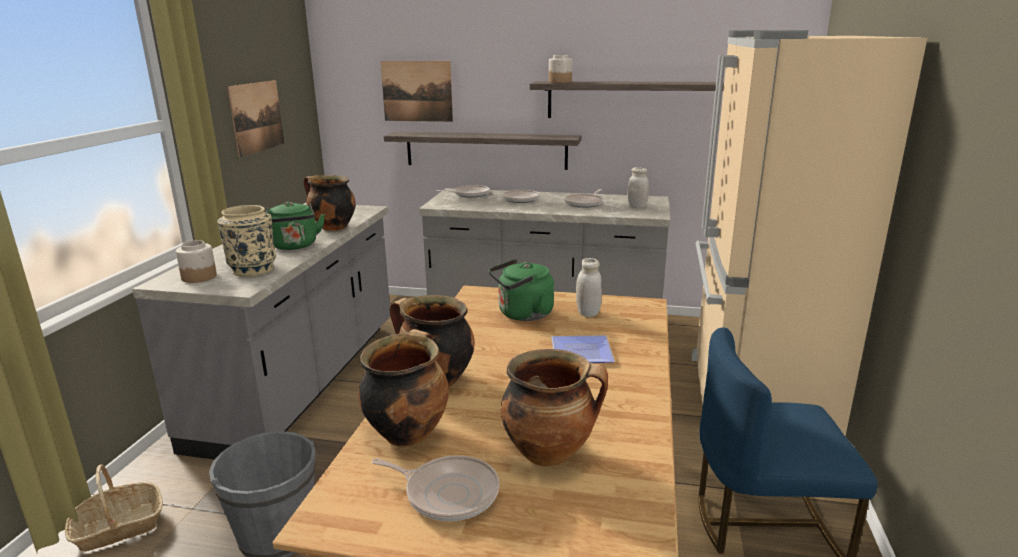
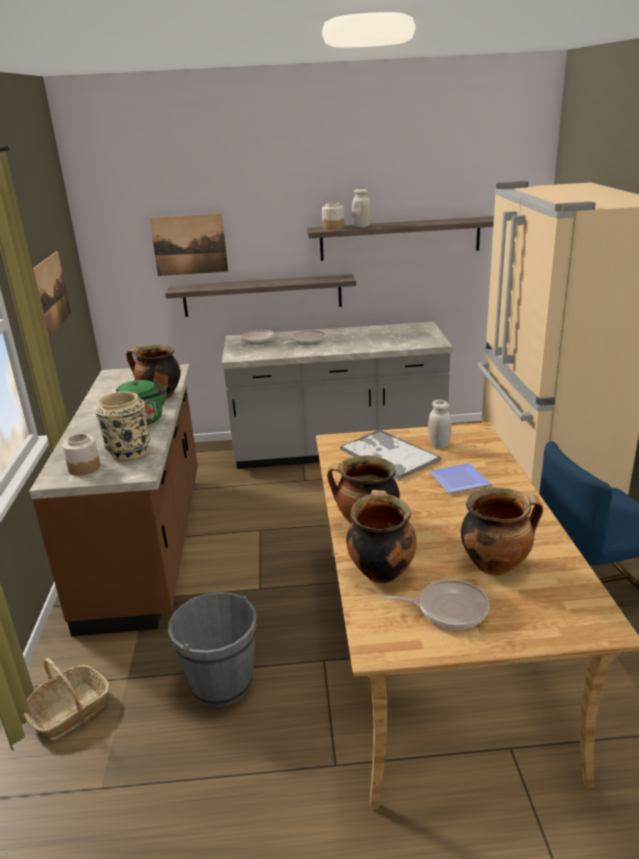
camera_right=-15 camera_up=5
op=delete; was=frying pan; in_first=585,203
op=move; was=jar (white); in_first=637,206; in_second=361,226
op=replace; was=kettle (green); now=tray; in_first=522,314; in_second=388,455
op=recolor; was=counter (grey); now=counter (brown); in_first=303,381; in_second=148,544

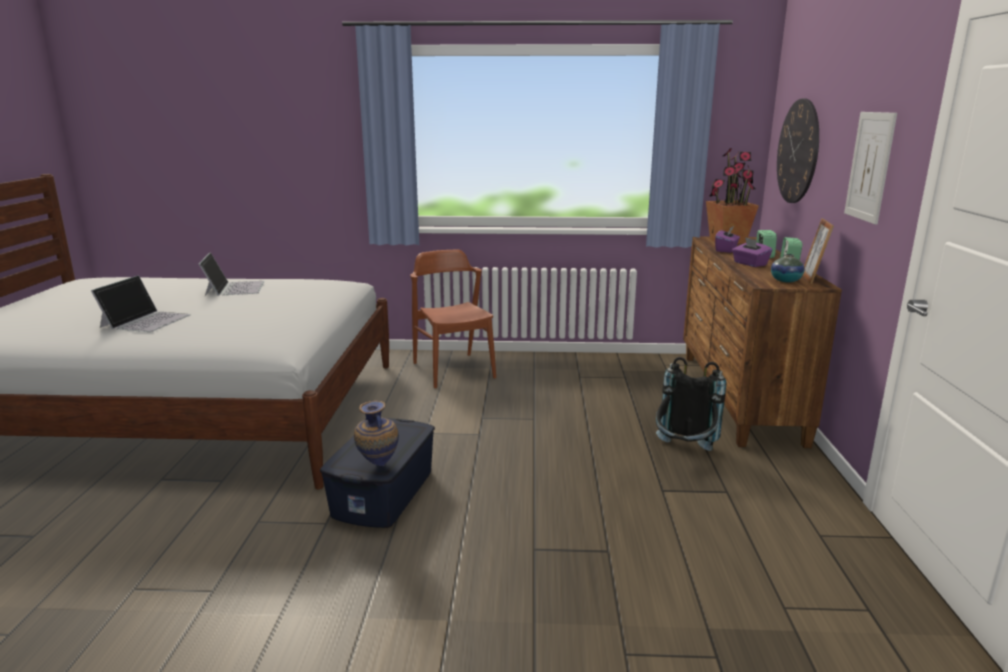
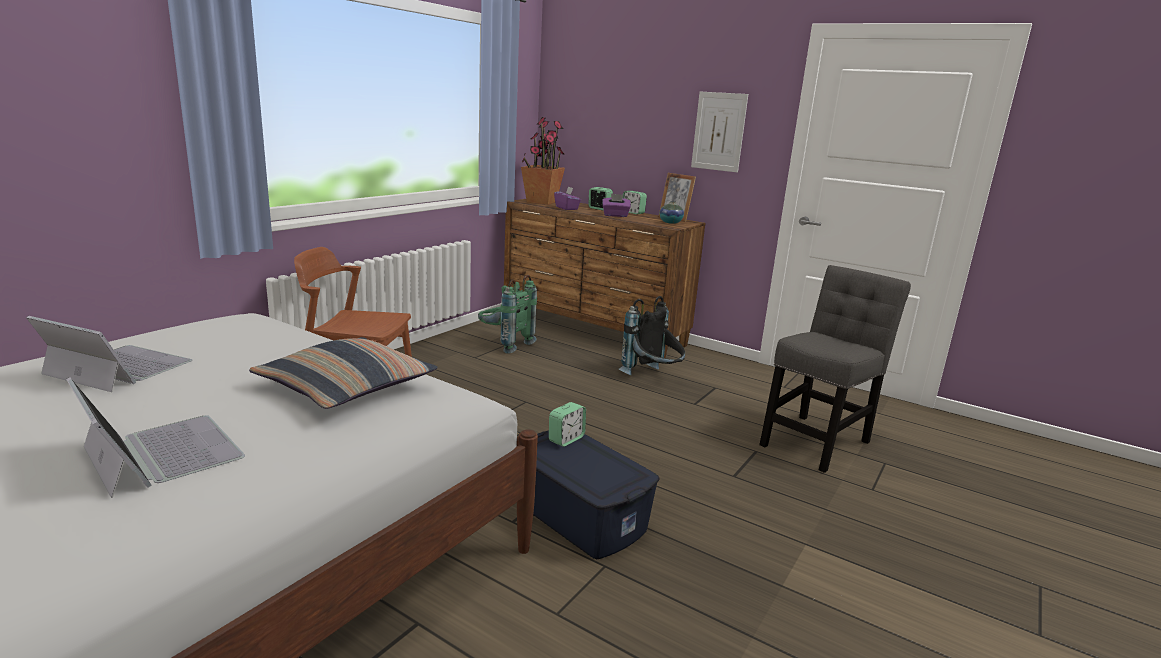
camera_right=-60 camera_up=0
op=delete; was=vase; in_first=377,466
op=delete; was=wall clock; in_first=798,151
op=insert; now=pillow; in_second=347,387
op=insert; now=backpack (green); in_second=504,344
op=insert; now=alarm clock; in_second=566,439
op=insert; now=chair (grey); in_second=817,441

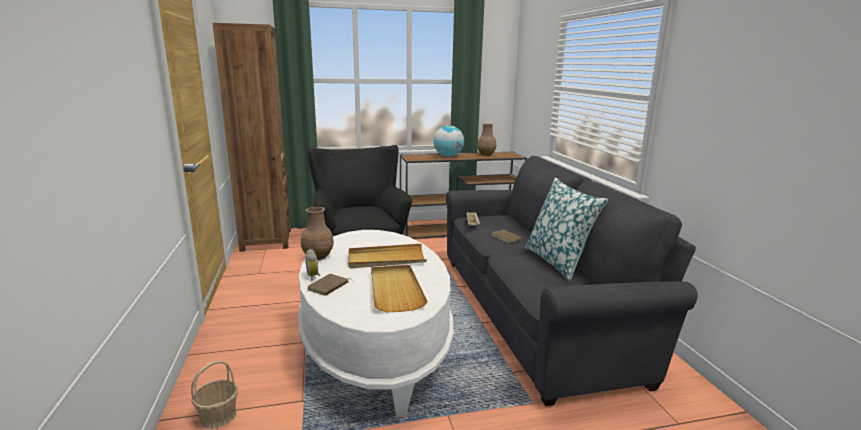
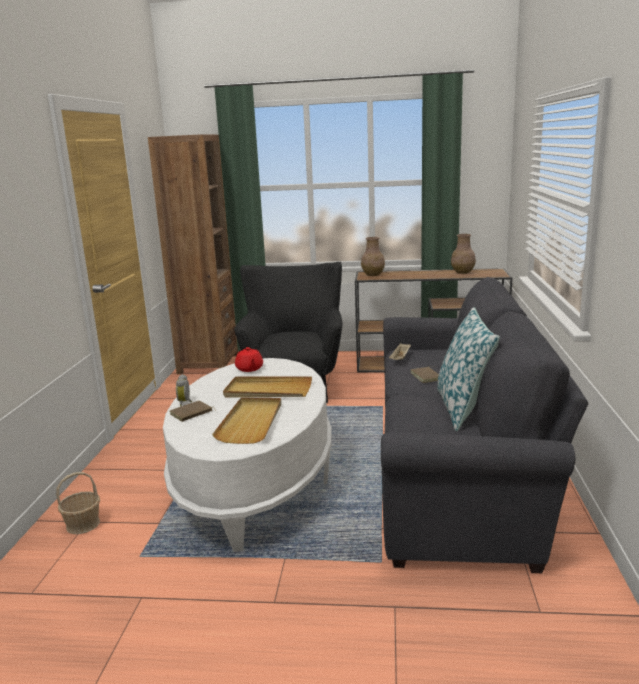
camera_right=20 camera_up=0
op=delete; was=globe; in_first=448,156
op=insert; now=teapot (red); in_second=249,369
op=move; was=vase (brown); in_first=318,256; in_second=373,275

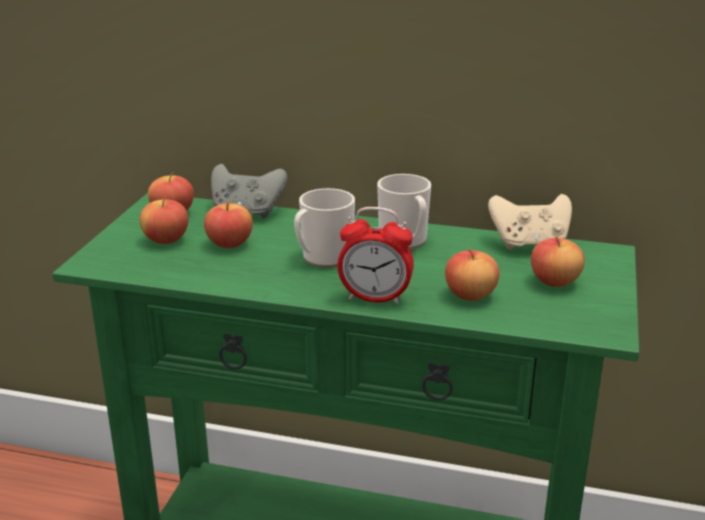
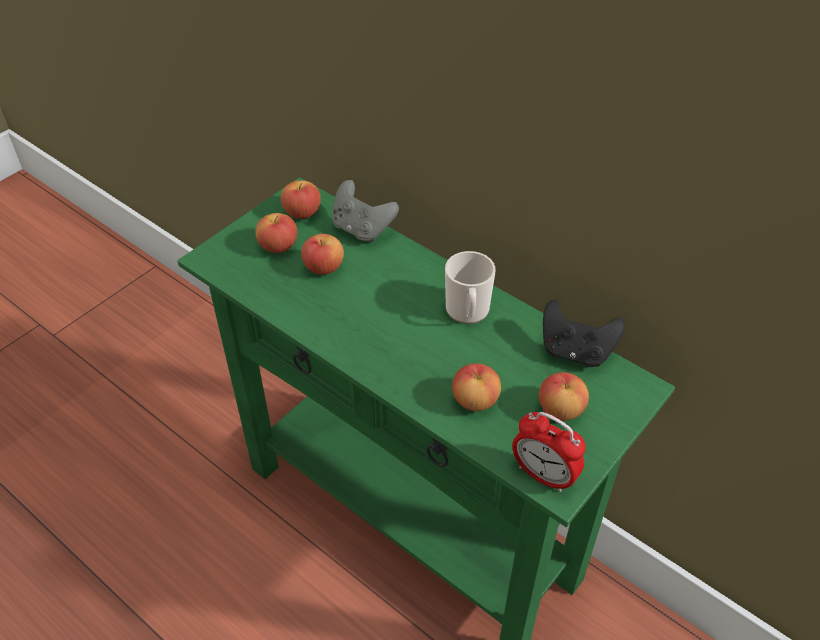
camera_right=25 camera_up=20
op=delete; was=mug; in_first=323,258
op=move; was=alarm clock; in_first=375,298; in_second=543,475
op=recolor; was=game controller (beige); now=game controller (black); in_first=529,244; in_second=575,351

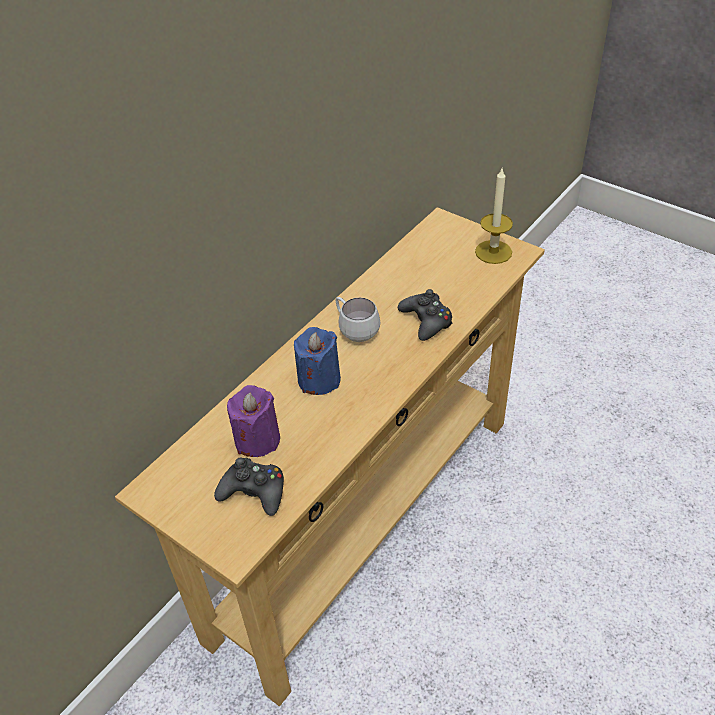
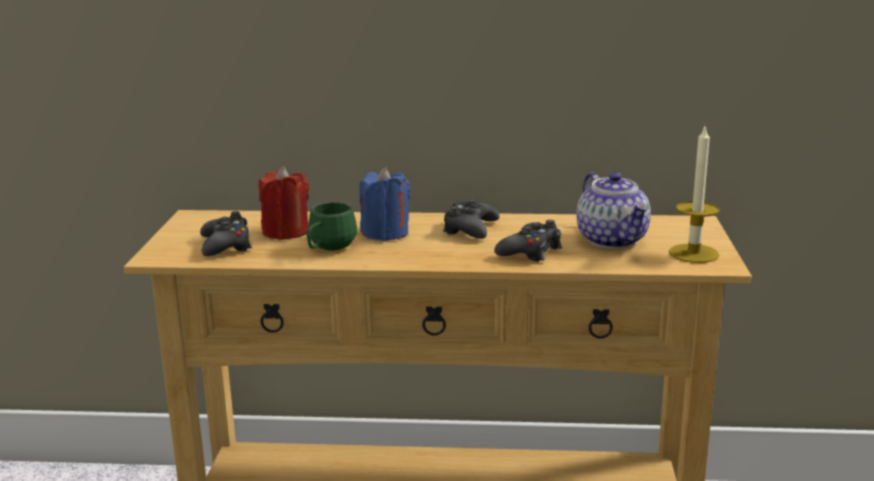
camera_right=55 camera_up=-25
op=insert; now=mug (green); in_second=328,250
op=insert; now=teapot; in_second=613,240
op=replace; was=mug (white); now=game controller (black); in_first=355,330; in_second=470,229
op=recolor; was=candle (purple); now=candle (red); in_first=257,439; in_second=285,232

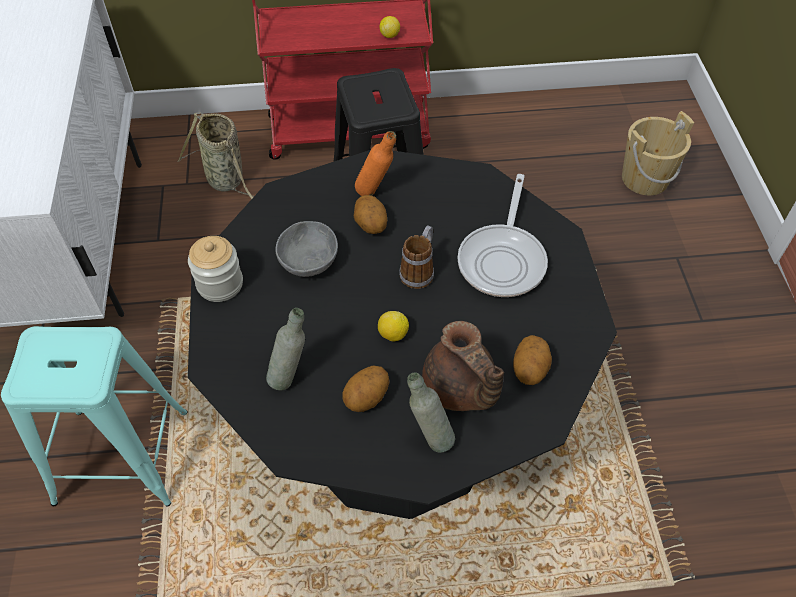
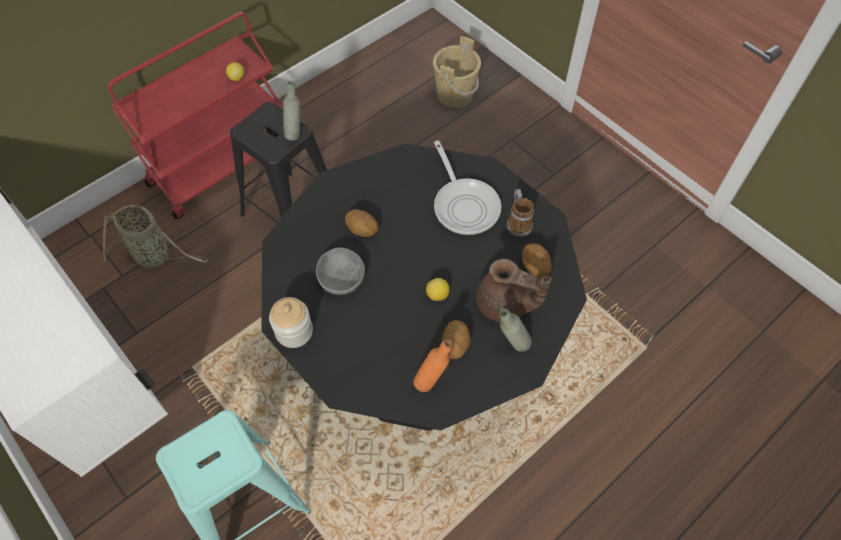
camera_right=-35 camera_up=5
op=move; was=bottle (grey); in_first=290,376; in_second=295,133
op=move; was=bottle (orange); in_first=375,193; in_second=432,381
op=move; was=mug; in_first=419,270; in_second=517,222

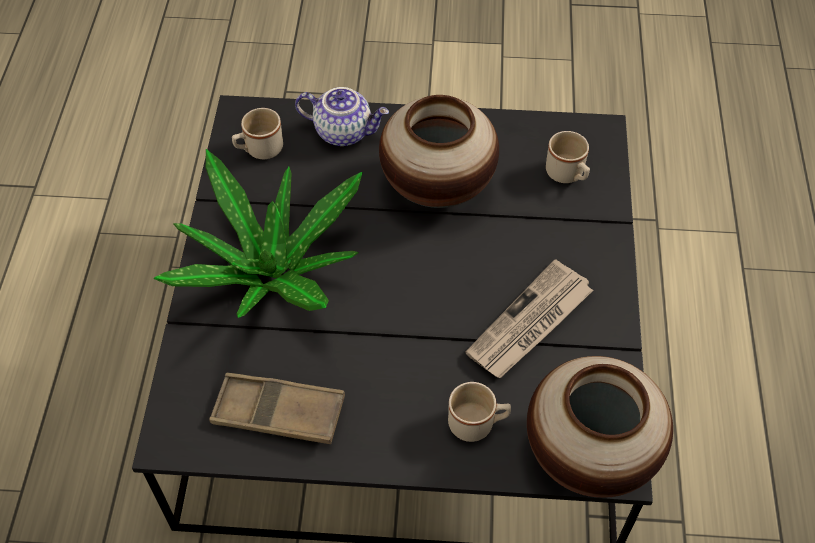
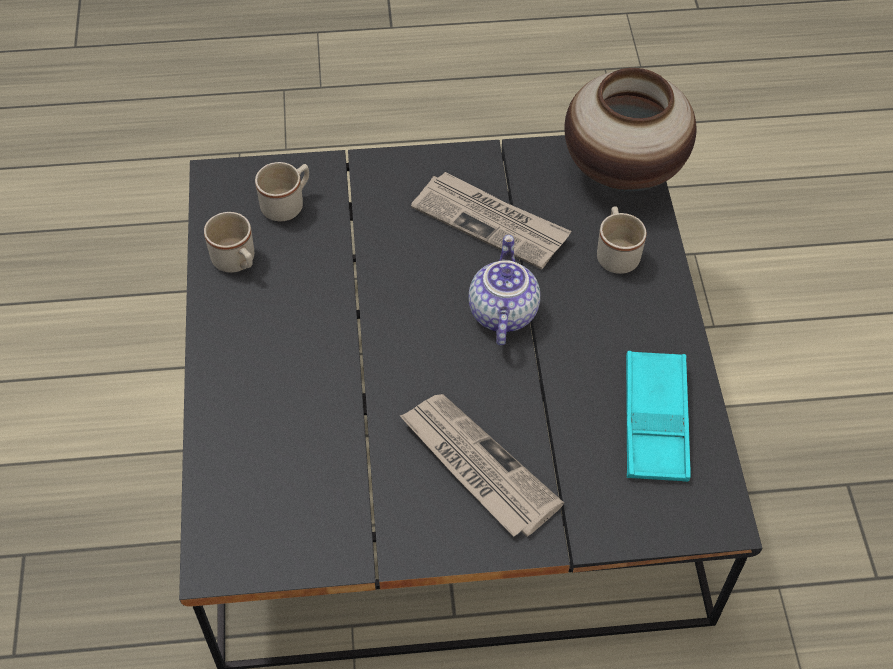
camera_right=-100 camera_up=0
op=delete; was=vase; in_first=437,186
op=move; was=mug (beige); in_first=259,150; in_second=237,262
op=move; was=teapot; in_first=344,131; in_second=501,312
op=replace; was=potted plant; now=newspaper; in_first=271,272; in_second=477,466
op=recolor; was=tray (brown); now=tray (turquoise); in_first=278,413; in_second=655,421

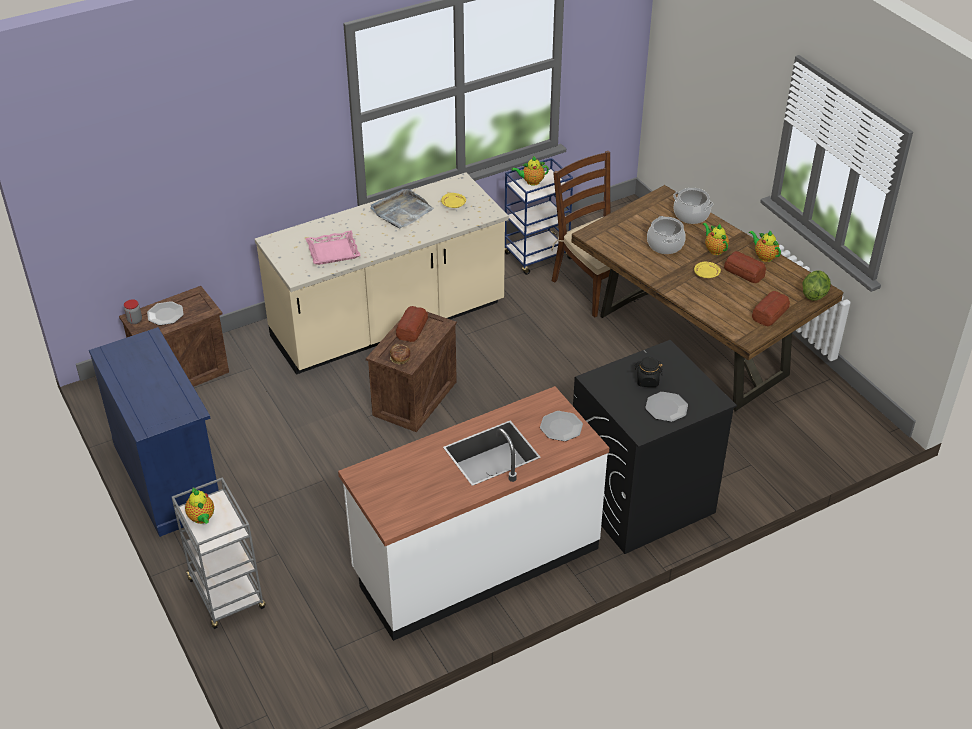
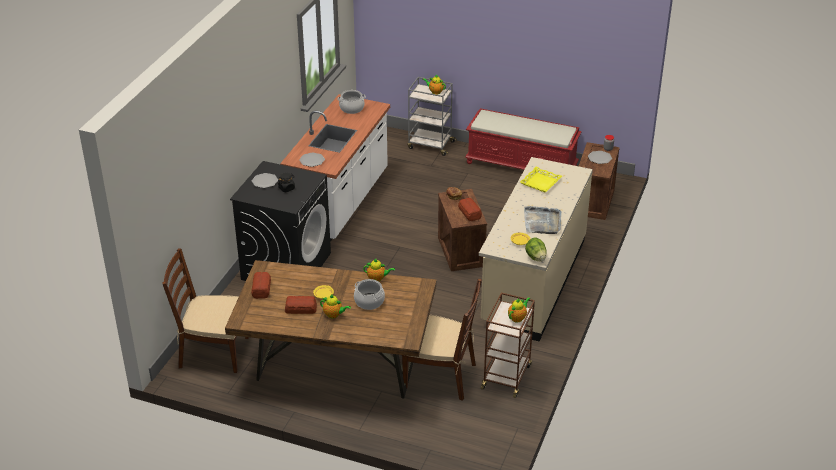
camera_right=140 camera_up=-5
op=insert; now=chair (brown); in_second=213,352
op=move; was=cooking pot; in_first=691,215; in_second=352,108
op=move; was=teapot; in_first=764,256; in_second=377,279
op=move; was=lettuce; in_first=814,294; in_second=536,257
op=replace; was=cabinet (blue); now=bench (red); in_first=168,477; in_second=522,164
op=recolor; was=tray (pink); now=tray (yellow); in_first=333,251; in_second=541,182
op=recolor; was=cart (blue); now=cart (brown); in_first=537,256; in_second=506,376

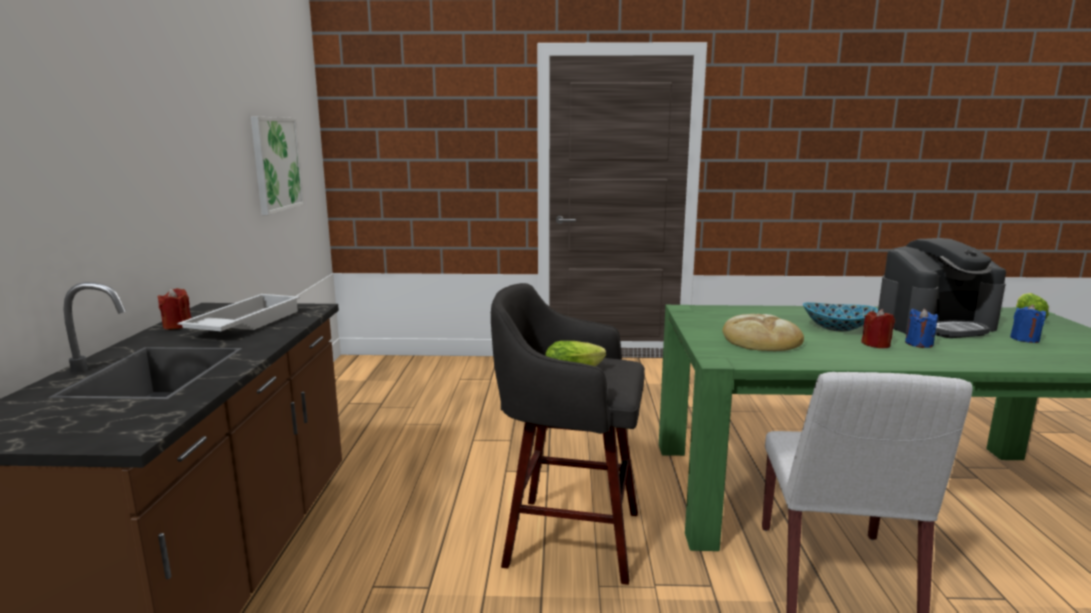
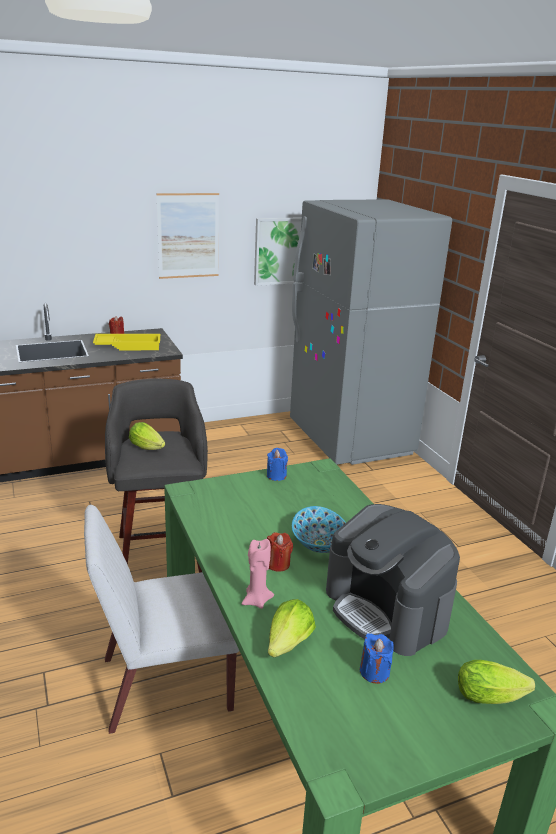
camera_right=65 camera_up=10
op=delete; was=bread; in_first=760,339
op=insert; now=picture; in_second=188,236
op=insert; now=candle (pink); in_second=256,601
op=insert; now=lettuce; in_second=289,643
op=insert; now=fridge (grey); in_second=350,439
op=move; was=candle (blue); in_first=919,344; in_second=276,476
op=recolor; was=tray (white); now=tray (yellow); in_first=244,323; in_second=128,346

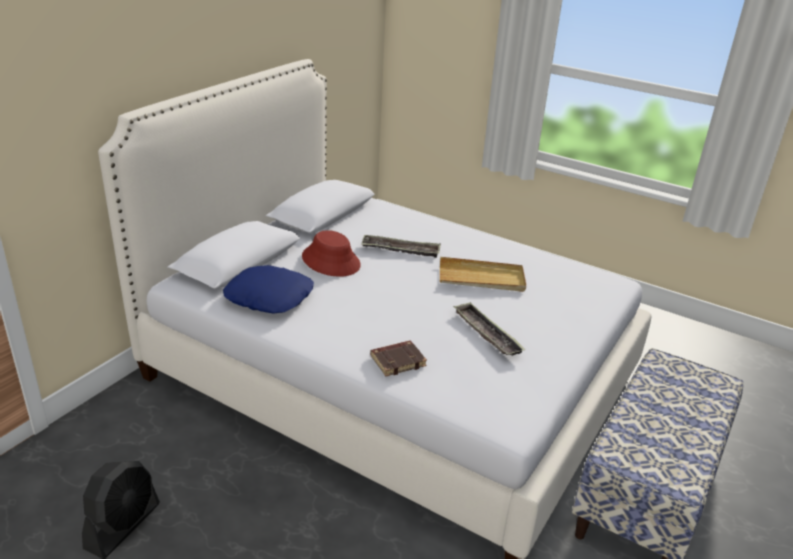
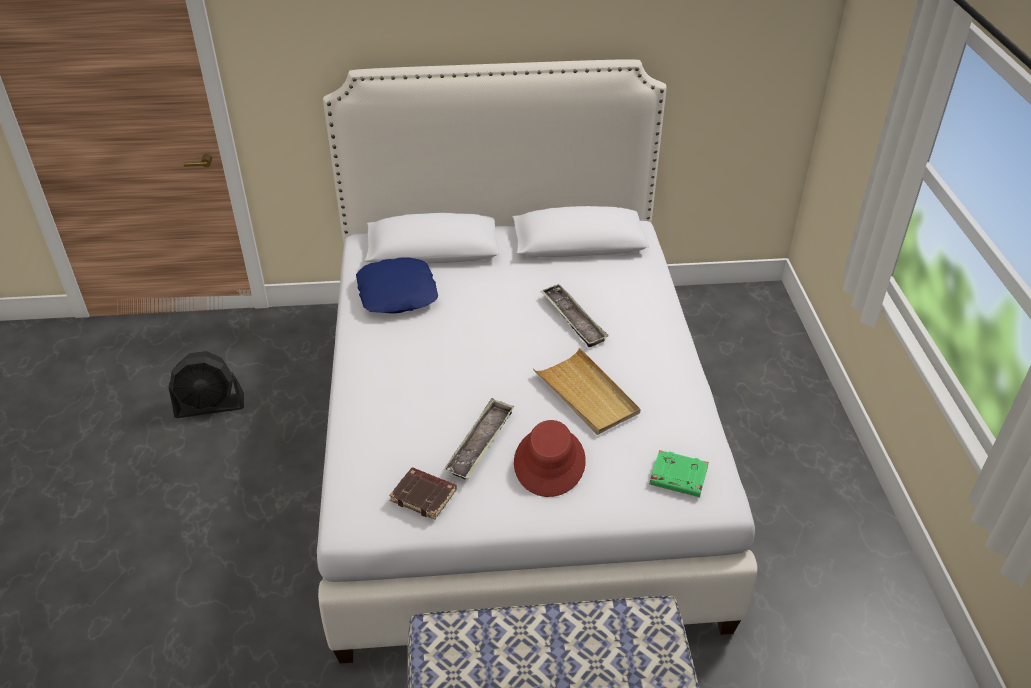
camera_right=55 camera_up=10
op=insert; now=book (green); in_second=677,477
op=move; was=hat (red); in_first=331,261; in_second=550,462
op=move; was=book (brown); in_first=398,361; in_second=424,496

